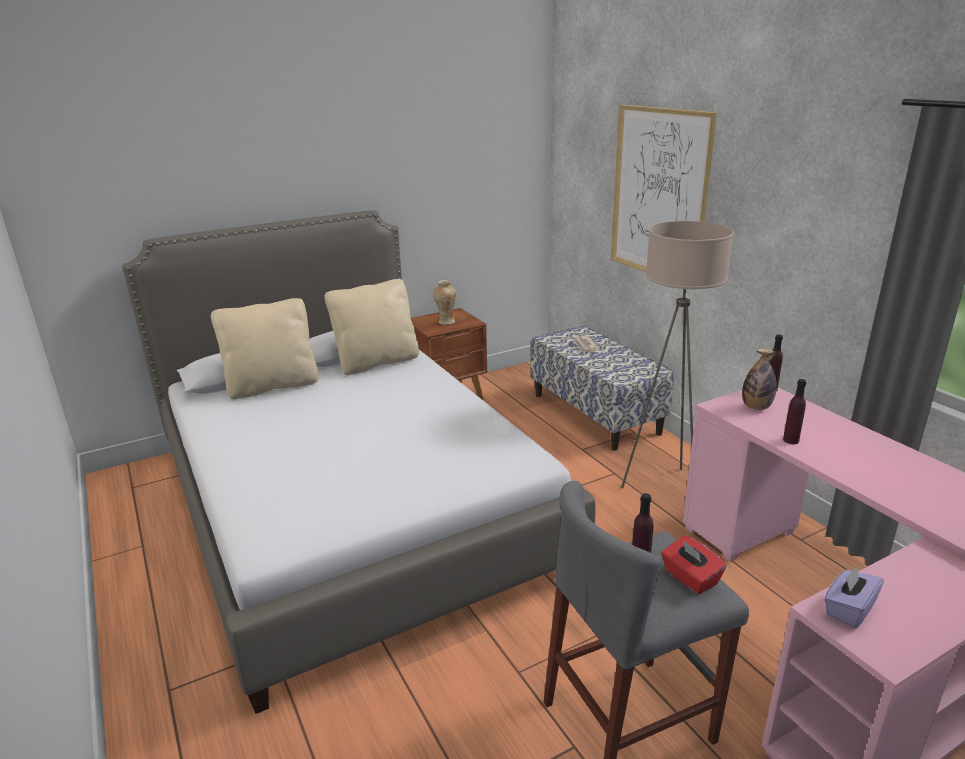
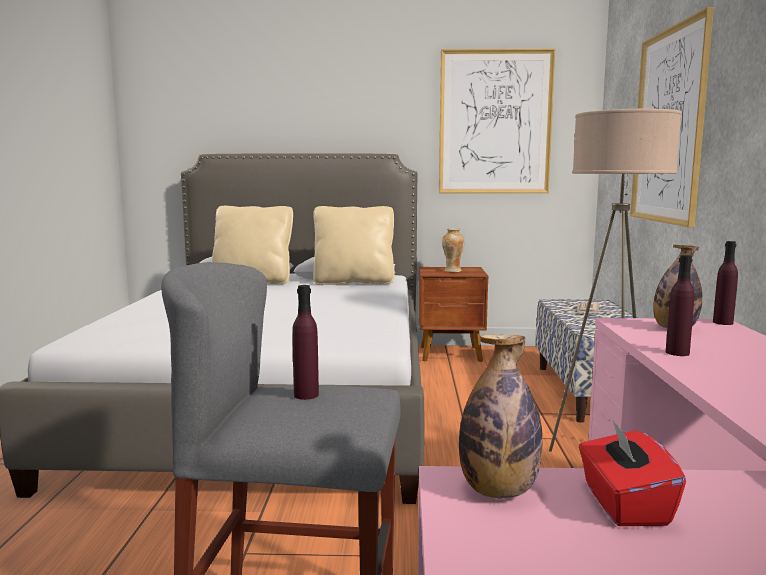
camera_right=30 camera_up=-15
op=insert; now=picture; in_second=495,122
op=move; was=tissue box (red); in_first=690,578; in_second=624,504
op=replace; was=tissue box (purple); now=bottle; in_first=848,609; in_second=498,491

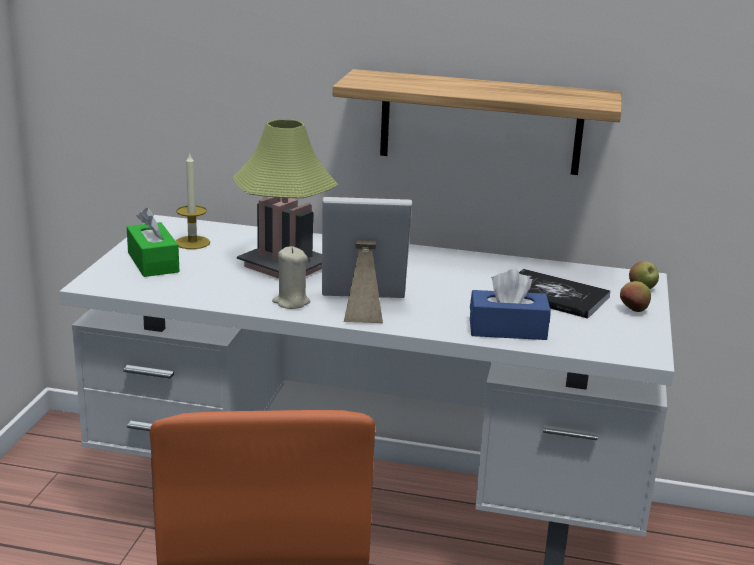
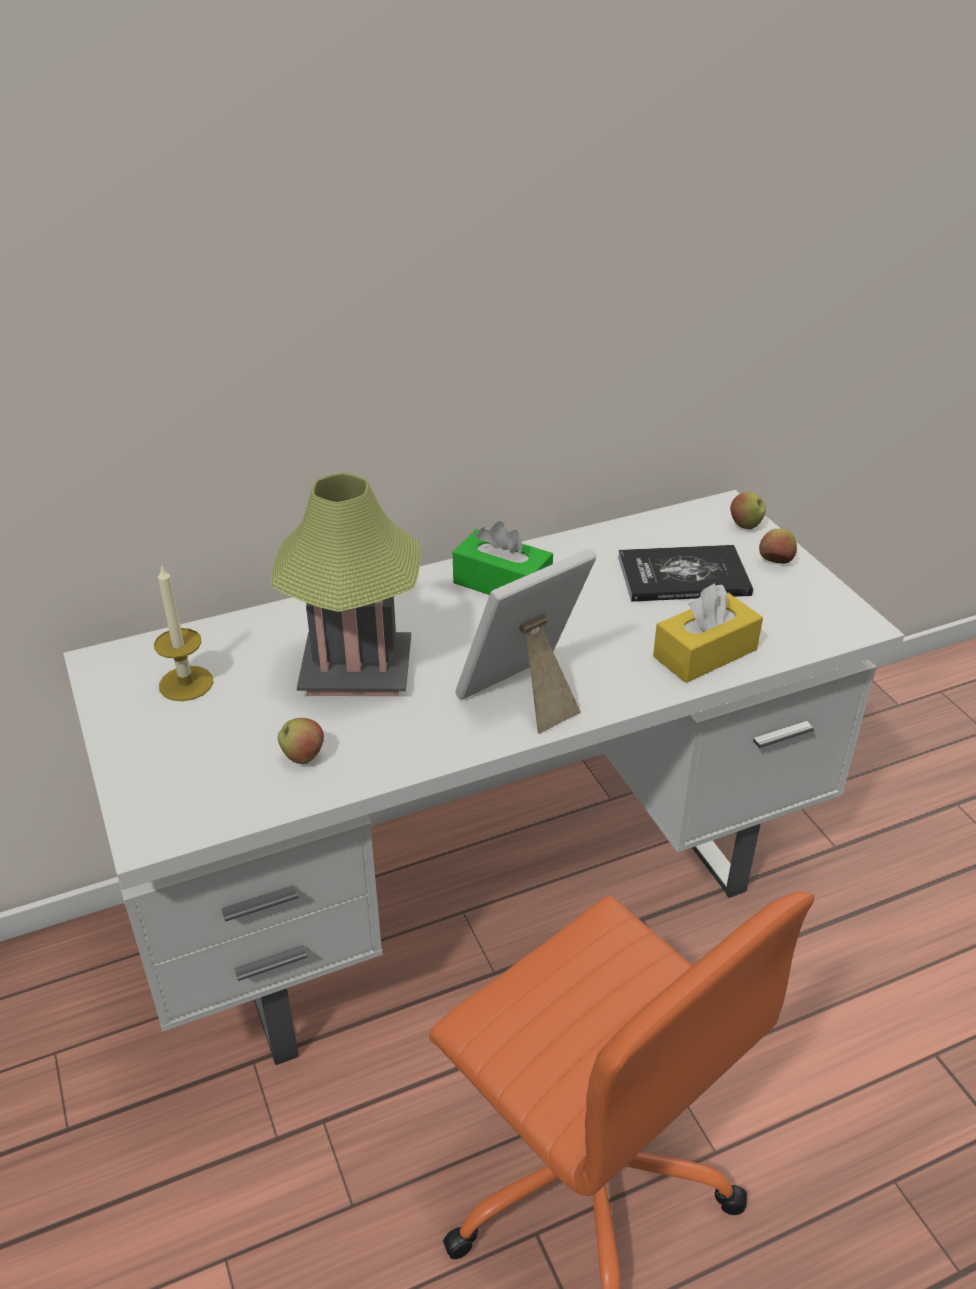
camera_right=-35 camera_up=15
op=delete; was=candle (beige); in_first=291,302
op=delete; was=shelf; in_first=480,122
op=insert; now=apple; in_second=303,757
op=move; was=tissue box (green); in_first=153,262; in_second=502,584
op=recolor; was=tissue box (blue); now=tissue box (yellow); in_first=507,329; in_second=705,653

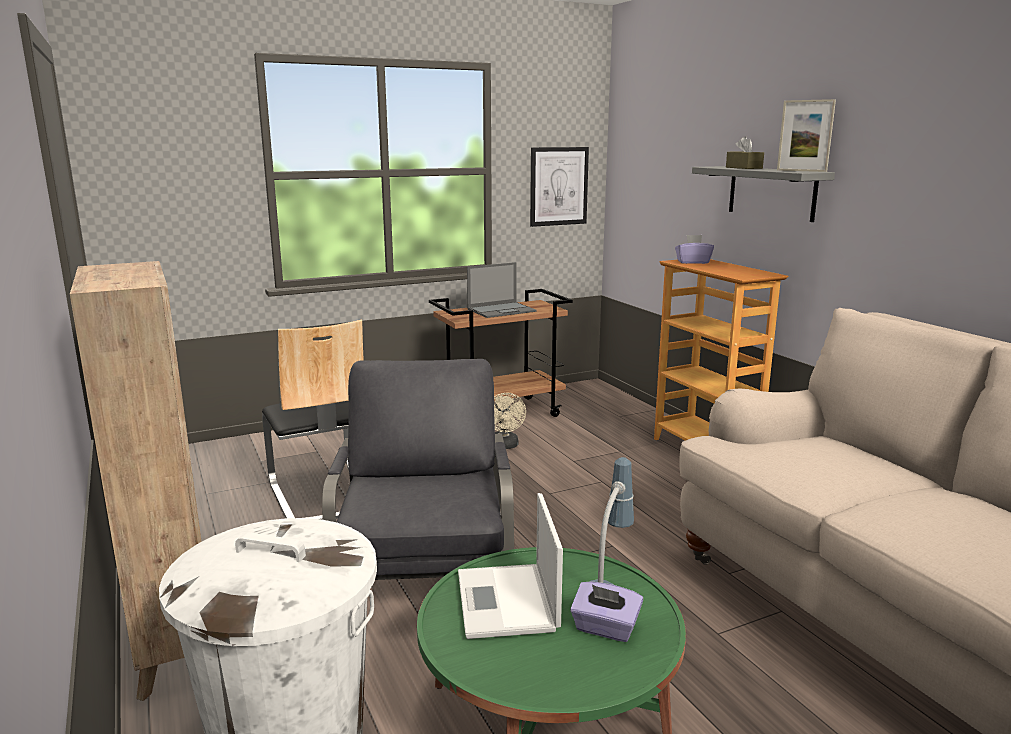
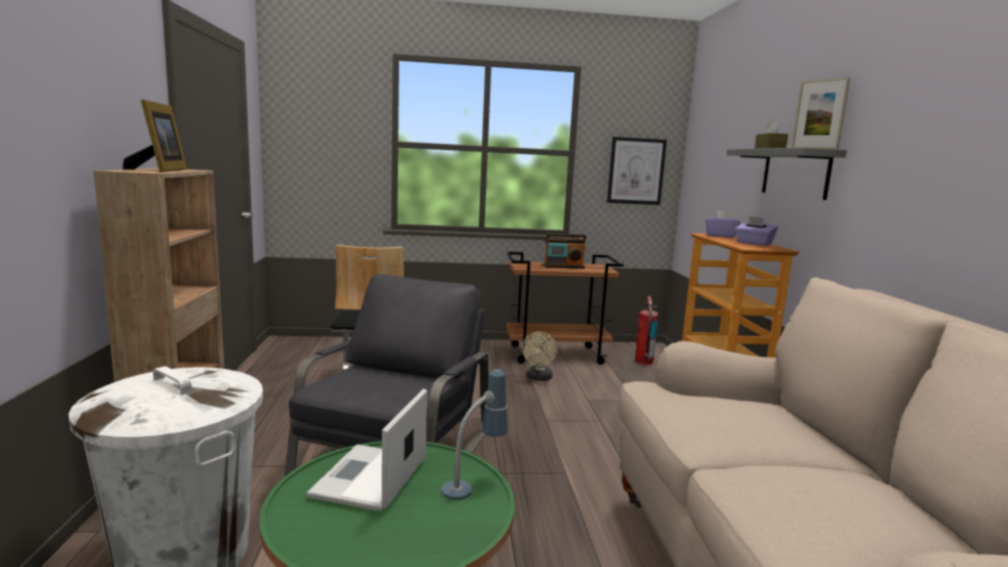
camera_right=20 camera_up=-5
op=insert; now=picture frame; in_second=161,170
op=insert; now=fire extinguisher; in_second=643,361
op=move; was=tissue box (purple); in_first=605,628; in_second=753,243
op=replace; was=laptop; now=radio; in_first=502,310; in_second=563,266

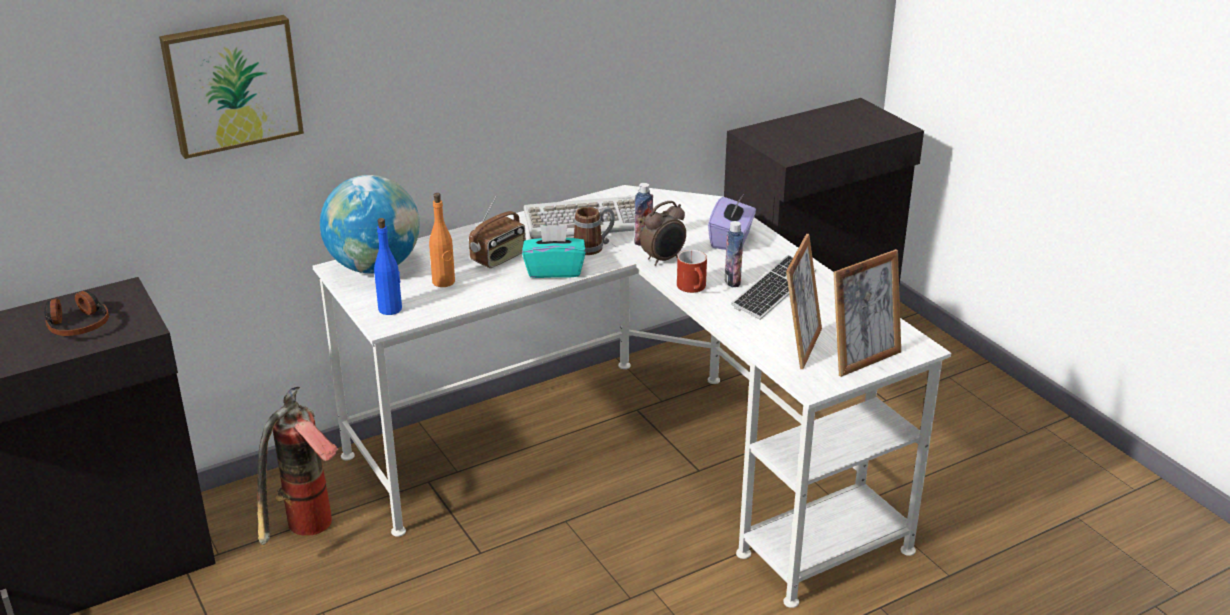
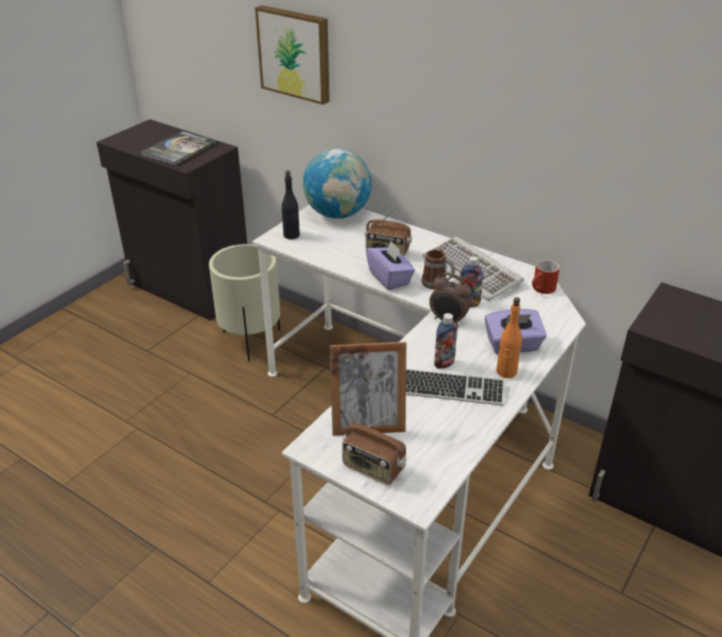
camera_right=65 camera_up=5
op=move; was=bottle (orange); in_first=444,282; in_second=506,372
op=move; was=mug (red); in_first=694,288; in_second=542,289
op=replace; was=headphones; now=book; in_first=77,324; in_second=179,149
op=replace; was=fire extinguisher; now=planter (beige); in_first=305,533; in_second=251,340
op=replace; was=picture frame; now=radio; in_first=863,359; in_second=373,468
op=recolor; was=bottle (blue); now=bottle (black); in_first=390,309; in_second=291,235
op=recolor; was=tissue box (turquoise); now=tissue box (purple); in_first=554,270; in_second=390,278

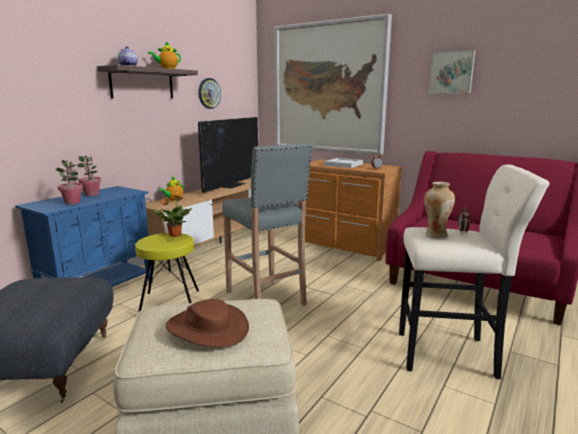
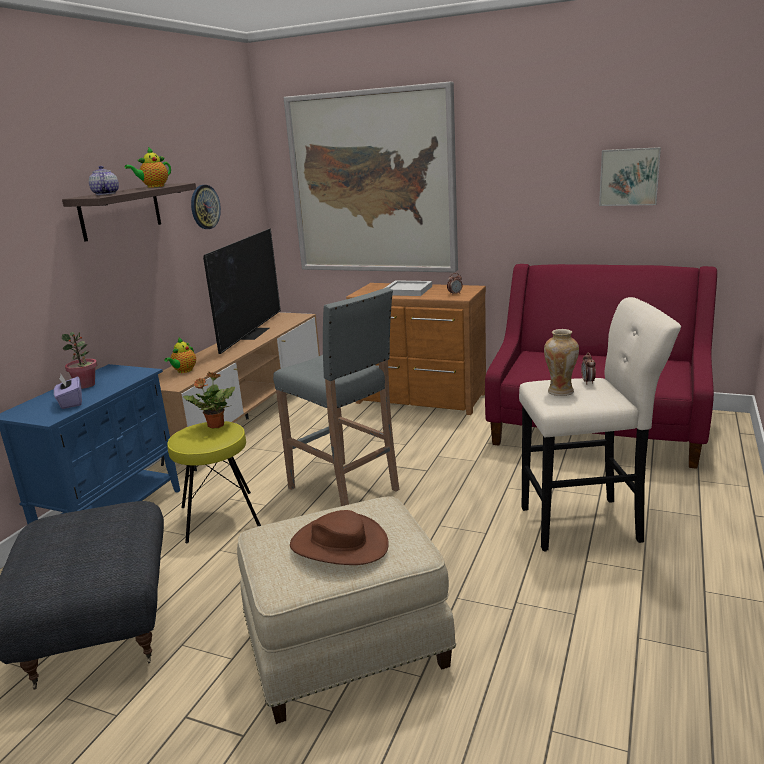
camera_right=-10 camera_up=5
op=move; was=picture; in_first=451,72; in_second=629,177
op=replace; was=potted plant; now=tissue box (purple); in_first=72,202; in_second=71,402

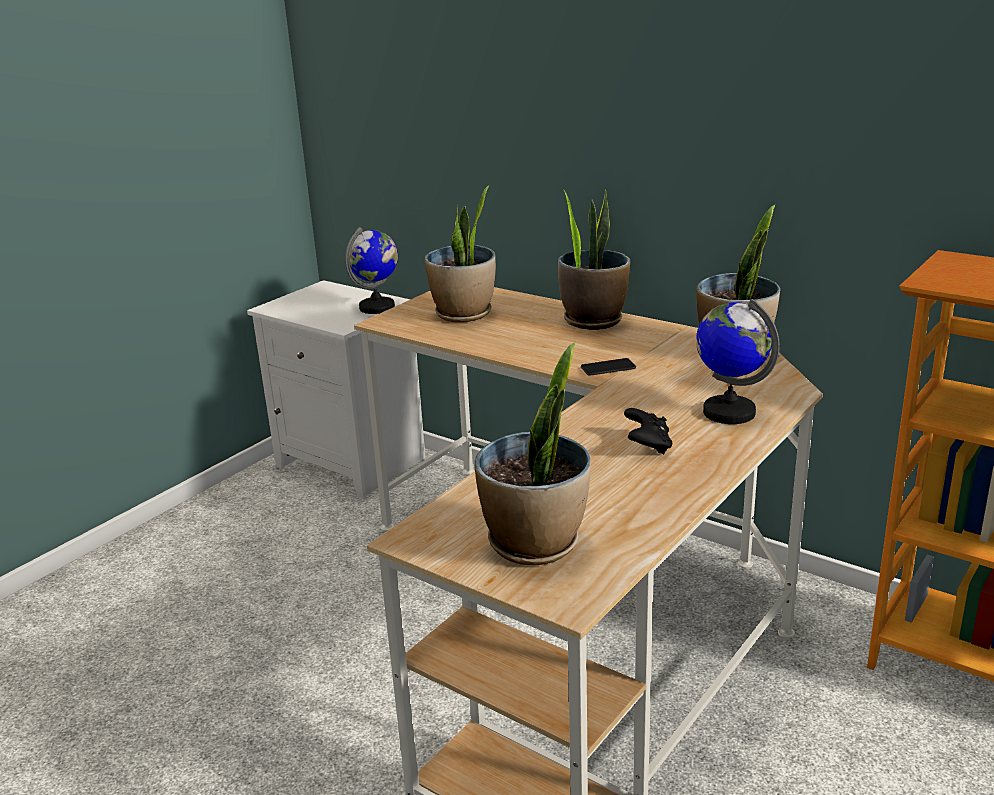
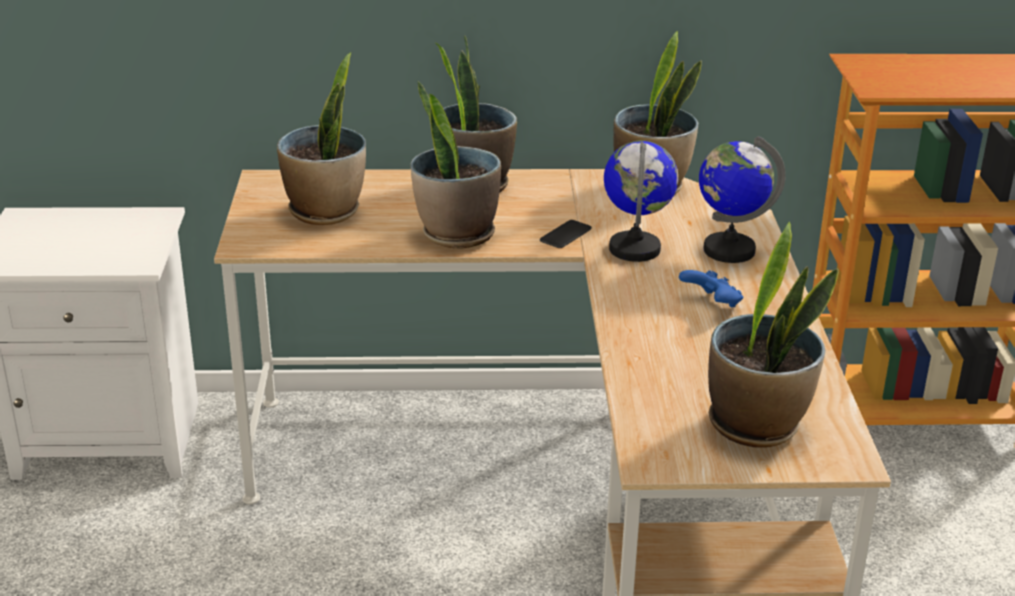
camera_right=-40 camera_up=5
op=insert; now=potted plant; in_second=456,234
op=move; was=globe; in_first=377,307; in_second=635,249
op=recolor; was=game controller (black); now=game controller (blue); in_first=647,446; in_second=712,304

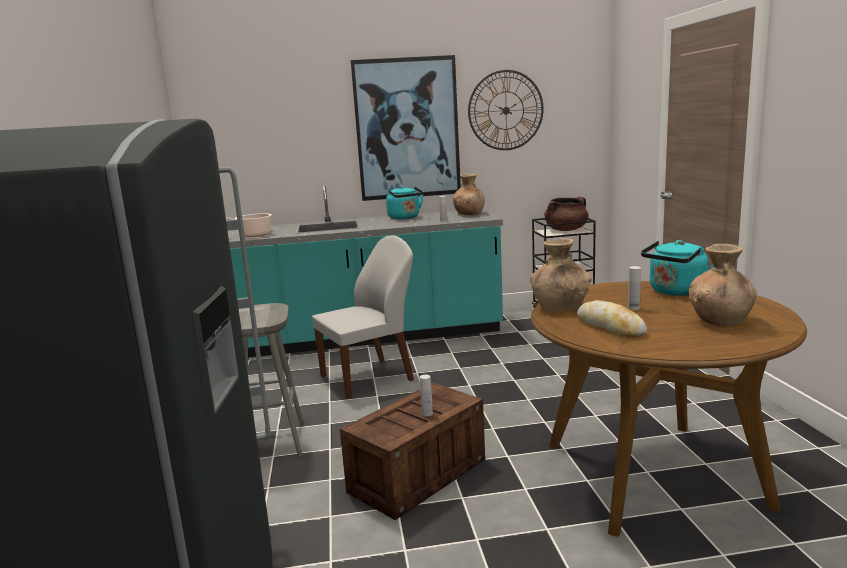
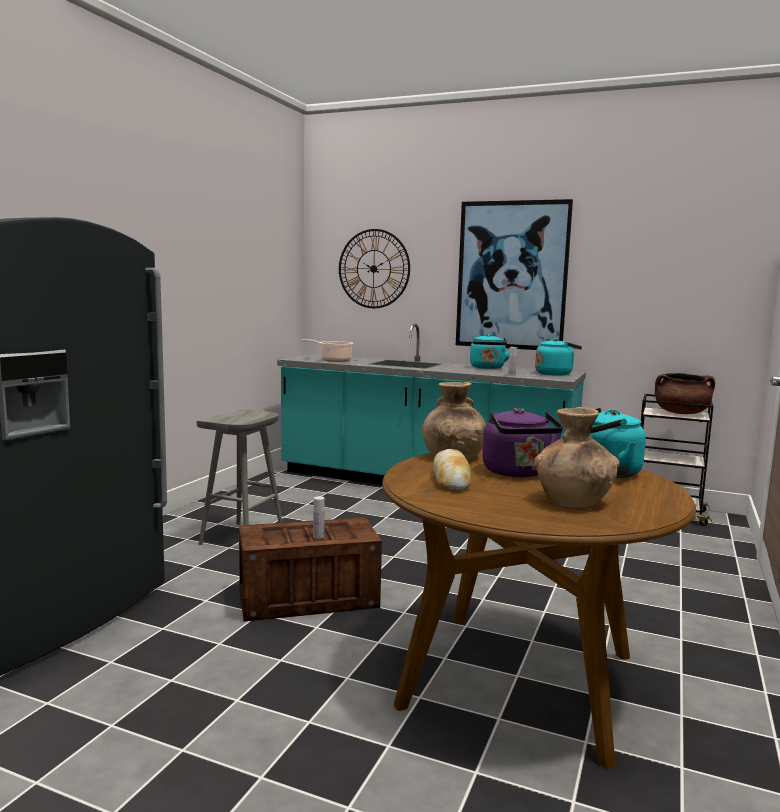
camera_right=30 camera_up=-5
op=delete; was=chair (white); in_first=369,378
op=move; was=wall clock; in_first=505,110; in_second=373,269
op=replace; was=vase (brown); now=kettle (turquoise); in_first=469,214; in_second=555,374
op=replace; was=bottle (white); now=kettle (purple); in_first=633,308; in_second=518,473

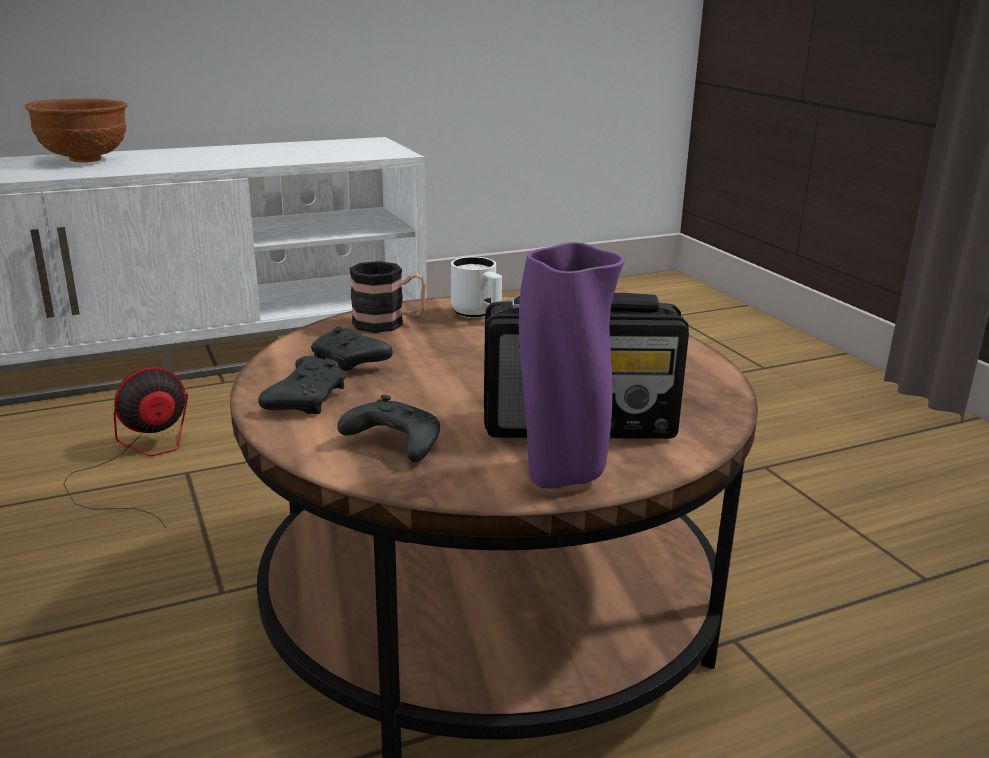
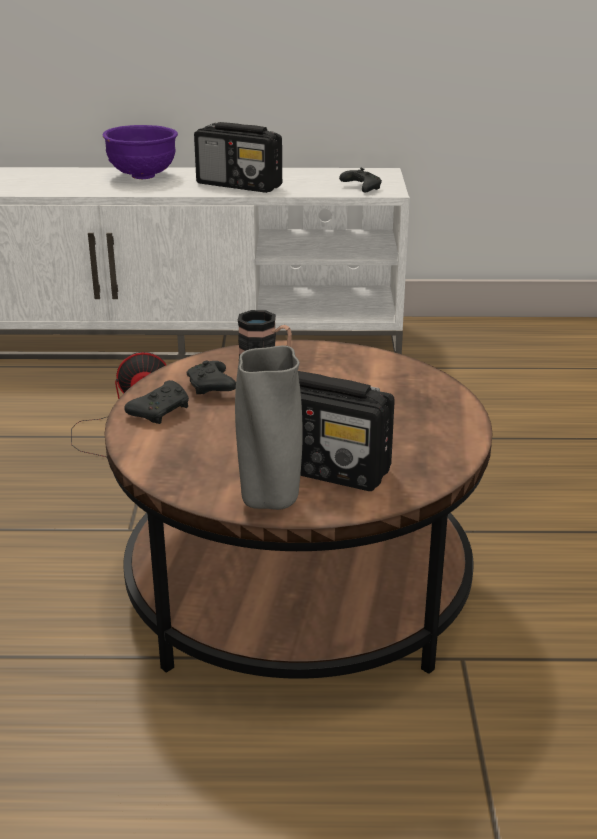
camera_right=25 camera_up=5
op=delete; was=mug (white); in_first=478,314
op=insert; now=radio; in_second=240,185
op=move; was=game controller (black); in_first=393,444; in_second=361,188
op=recolor; was=bowl (brown); now=bowl (purple); in_first=86,160; in_second=144,176
op=recolor; was=vase (purple); now=vase (grey); in_first=561,476; in_second=270,501

